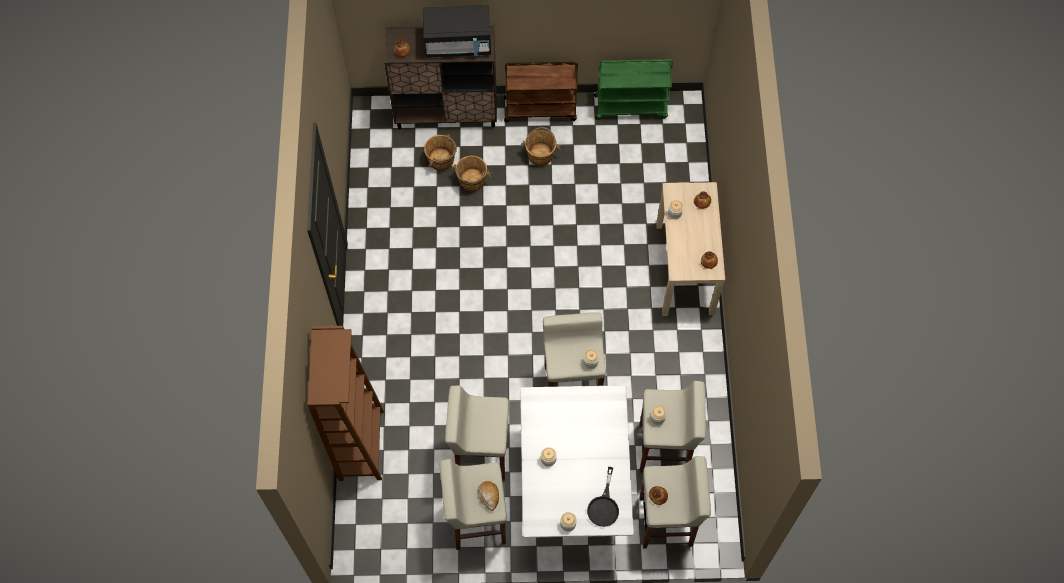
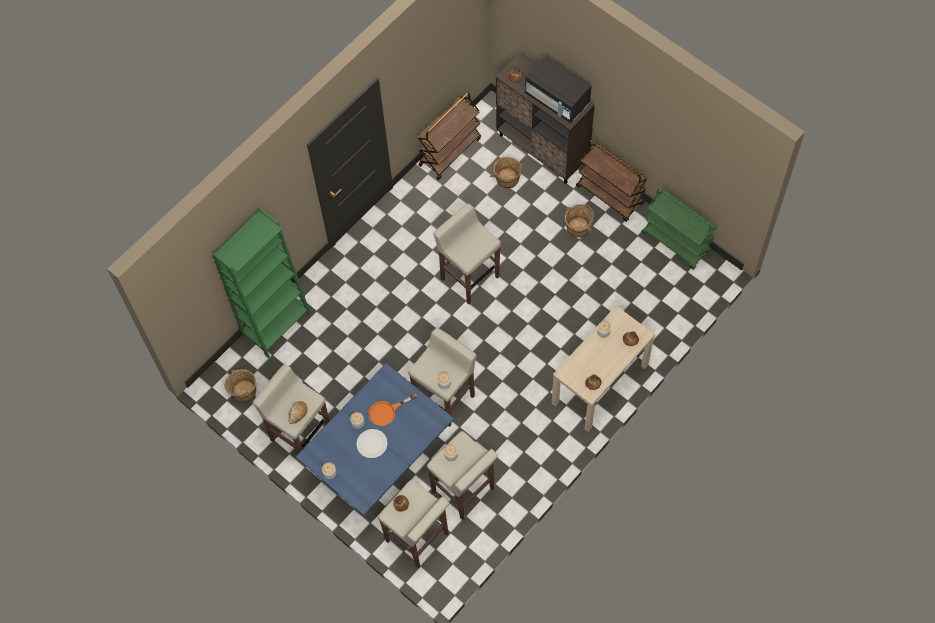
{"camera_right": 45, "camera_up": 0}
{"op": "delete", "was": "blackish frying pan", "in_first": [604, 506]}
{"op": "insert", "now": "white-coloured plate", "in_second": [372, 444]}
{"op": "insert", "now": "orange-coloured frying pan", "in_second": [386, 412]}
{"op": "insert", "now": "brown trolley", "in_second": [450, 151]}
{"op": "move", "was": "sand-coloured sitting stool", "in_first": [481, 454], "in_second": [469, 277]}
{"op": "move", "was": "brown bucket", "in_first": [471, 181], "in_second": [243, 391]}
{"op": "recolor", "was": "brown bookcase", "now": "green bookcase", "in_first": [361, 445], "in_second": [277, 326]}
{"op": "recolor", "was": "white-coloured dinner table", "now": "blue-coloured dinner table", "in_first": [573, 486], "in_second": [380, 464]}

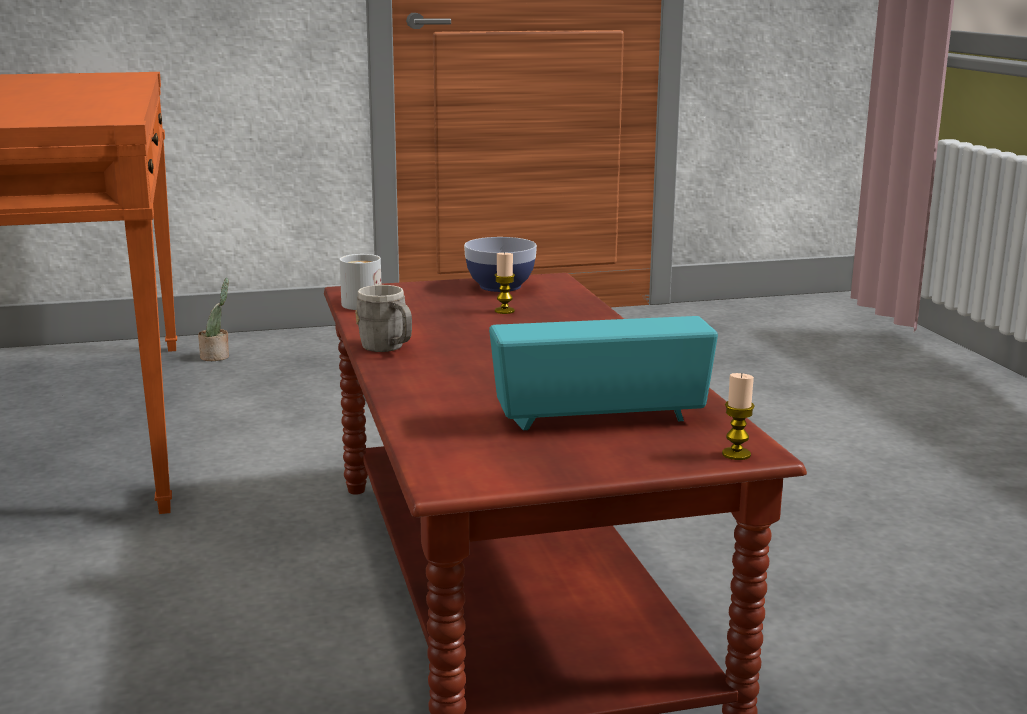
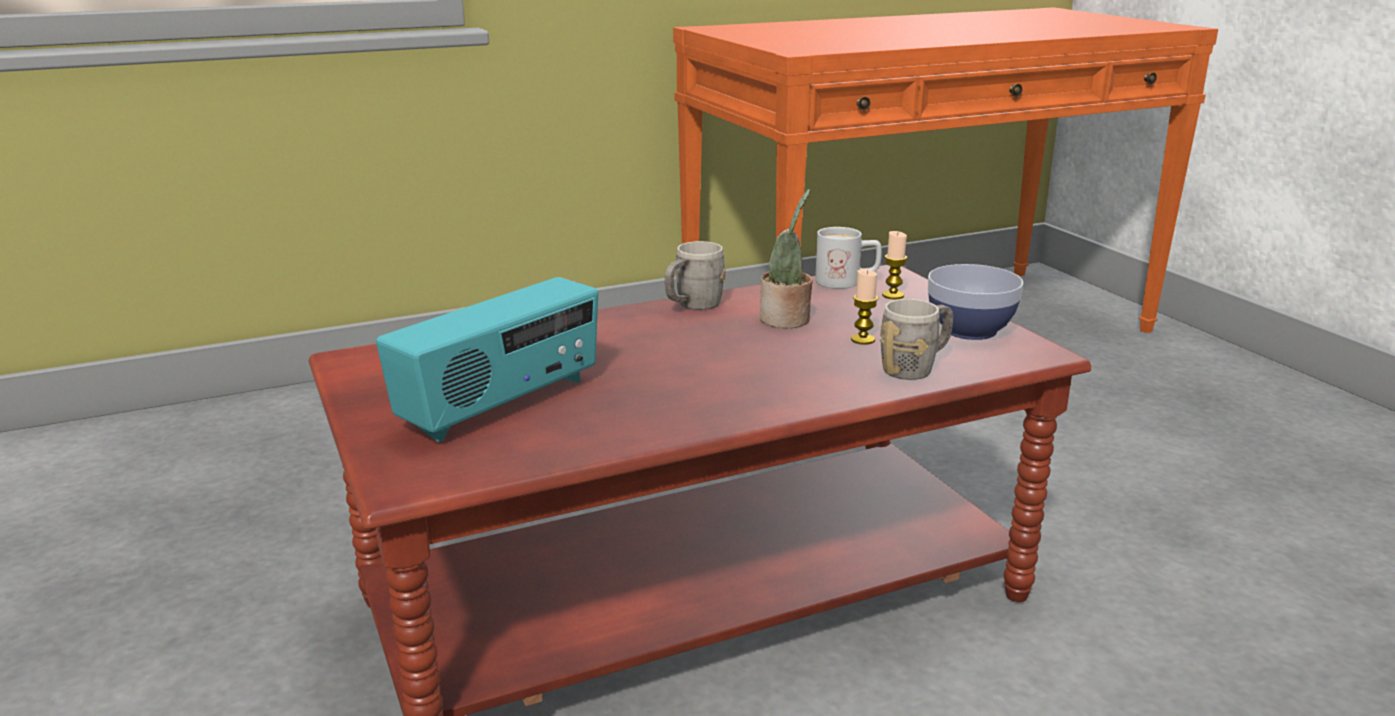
{"camera_right": 80, "camera_up": 5}
{"op": "insert", "now": "grey mug", "in_second": [915, 368]}
{"op": "move", "was": "houseplant", "in_first": [217, 356], "in_second": [787, 320]}
{"op": "move", "was": "wax candle", "in_first": [736, 454], "in_second": [893, 295]}
{"op": "rotate", "was": "radio", "in_first": [599, 418], "in_second": [502, 405], "clockwise": 60}

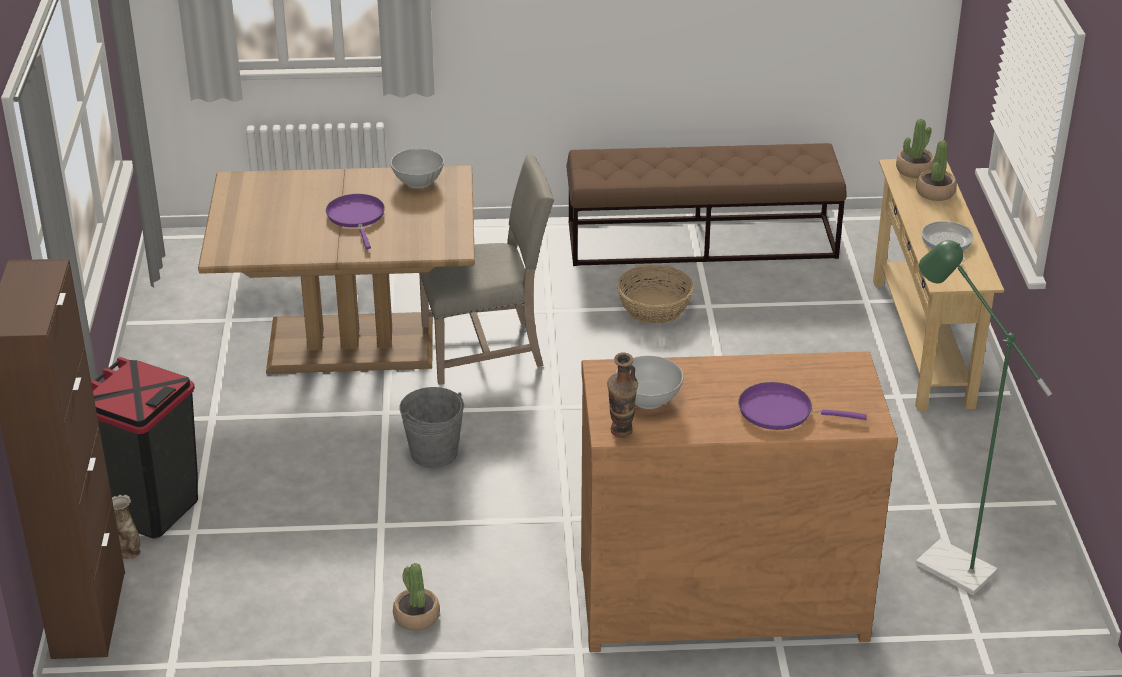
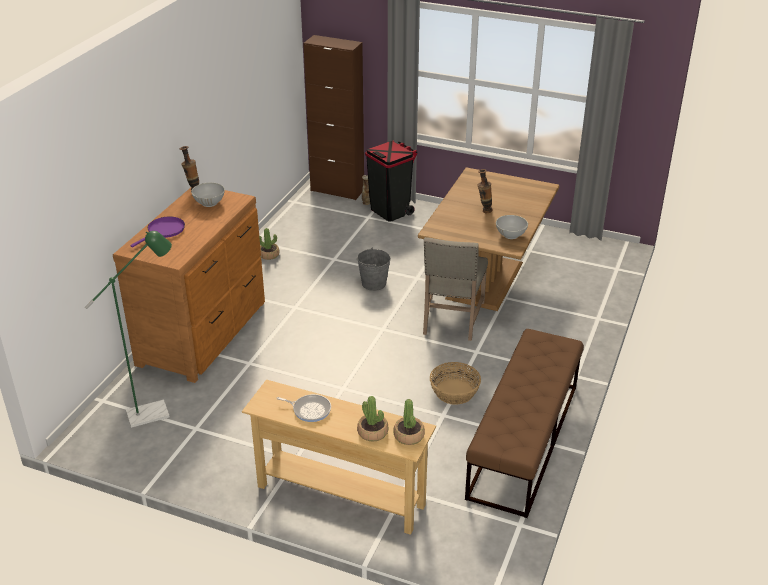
{"camera_right": 115, "camera_up": 0}
{"op": "replace", "was": "purple-coloured frying pan", "now": "decorative vase", "in_first": [356, 217], "in_second": [484, 211]}

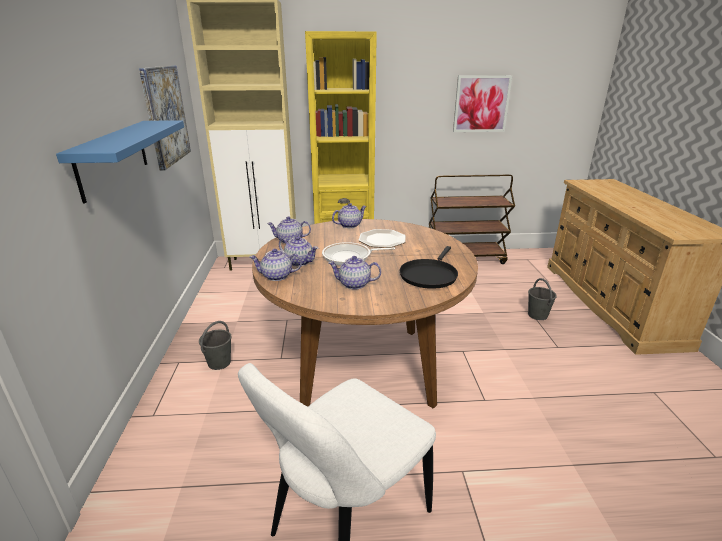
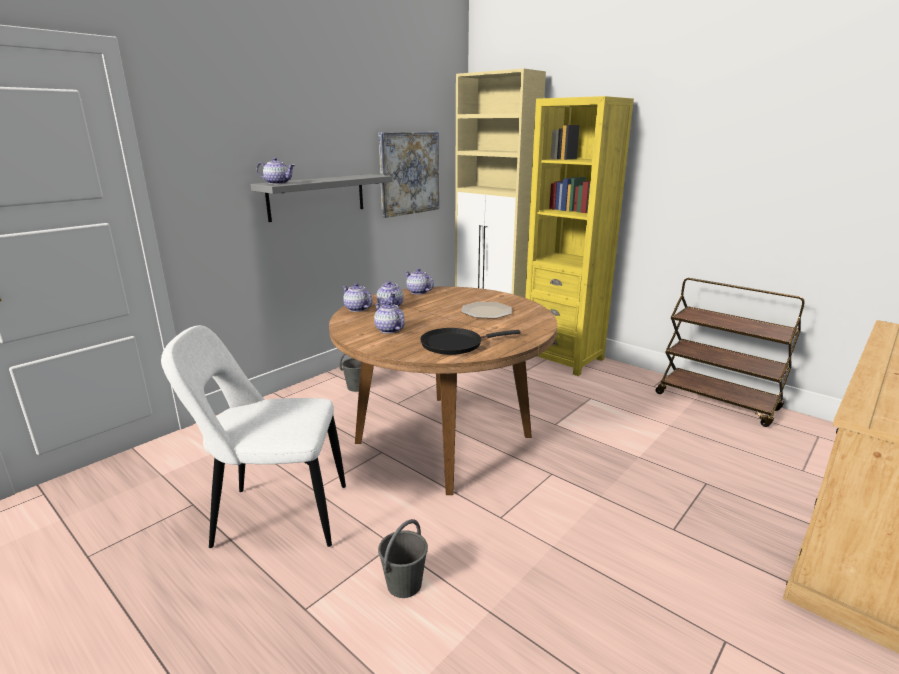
{"camera_right": 45, "camera_up": -5}
{"op": "delete", "was": "frying pan", "in_first": [349, 257]}
{"op": "delete", "was": "wall art", "in_first": [481, 104]}
{"op": "move", "was": "teapot", "in_first": [349, 225], "in_second": [278, 183]}
{"op": "move", "was": "grey bucket", "in_first": [537, 315], "in_second": [404, 585]}
{"op": "recolor", "was": "blue-coloured bracket shelf", "now": "grey bracket shelf", "in_first": [113, 158], "in_second": [317, 197]}

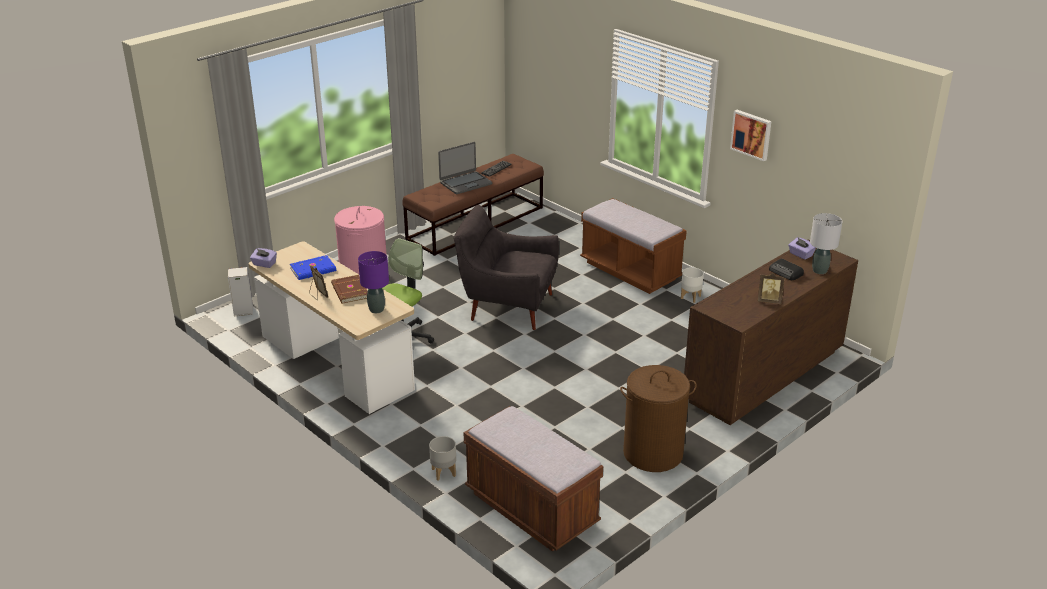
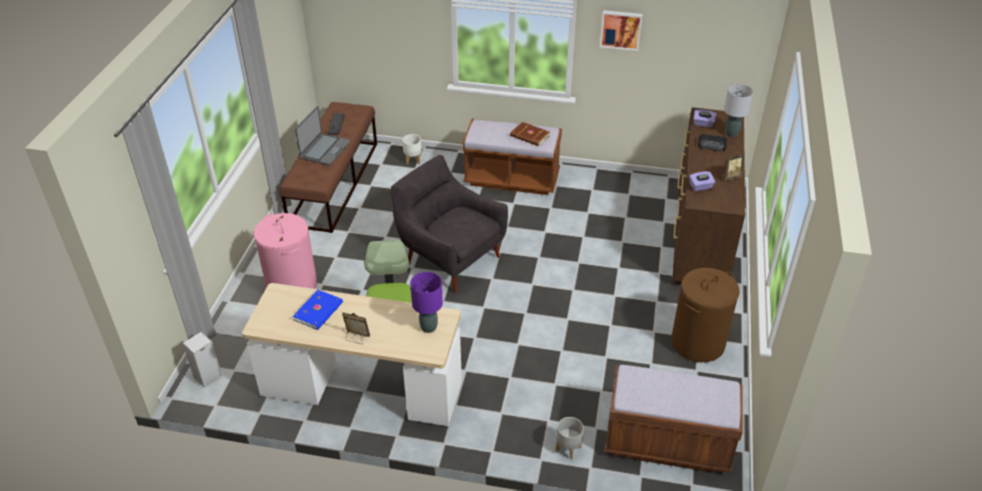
{"camera_right": -35, "camera_up": 10}
{"op": "move", "was": "purple-coloured tissue holder", "in_first": [264, 264], "in_second": [700, 187]}
{"op": "move", "was": "brown book", "in_first": [349, 291], "in_second": [529, 136]}
{"op": "move", "was": "white-coloured planter", "in_first": [690, 297], "in_second": [413, 160]}
{"op": "rotate", "was": "grey lounge chair", "in_first": [507, 306], "in_second": [450, 258], "clockwise": 60}

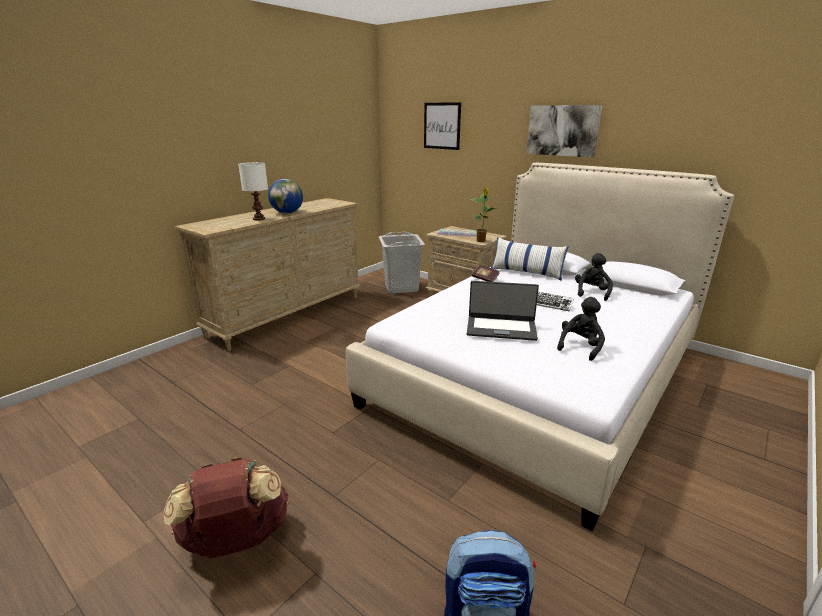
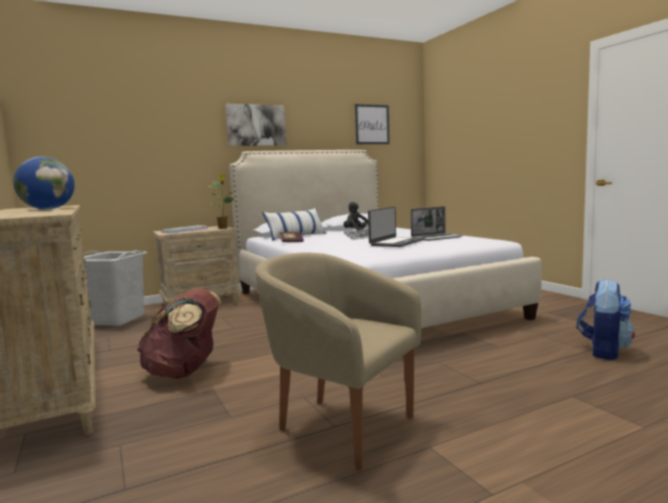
{"camera_right": -65, "camera_up": -15}
{"op": "delete", "was": "white-coloured tabletop lamp", "in_first": [259, 219]}
{"op": "insert", "now": "sand-coloured lounge chair", "in_second": [340, 426]}
{"op": "move", "was": "brown rucksack", "in_first": [237, 541], "in_second": [184, 372]}
{"op": "move", "was": "wall art", "in_first": [442, 126], "in_second": [372, 124]}
{"op": "replace", "was": "blackish plush toy", "now": "portable computer", "in_first": [580, 347], "in_second": [436, 238]}

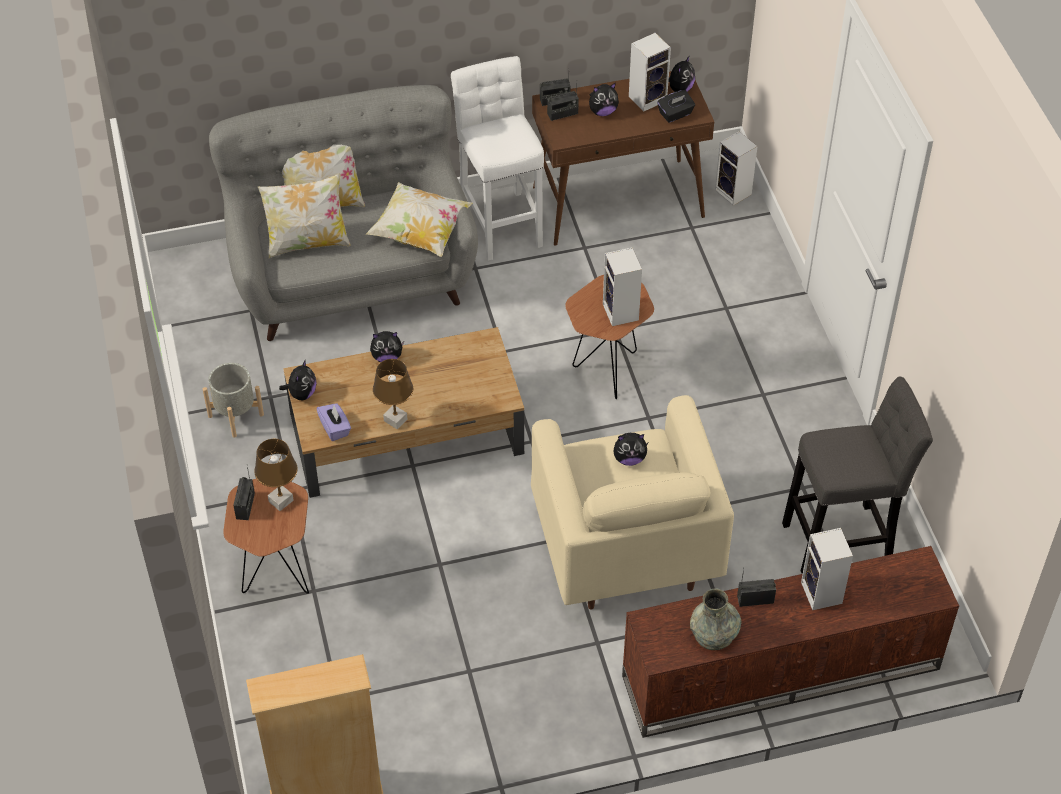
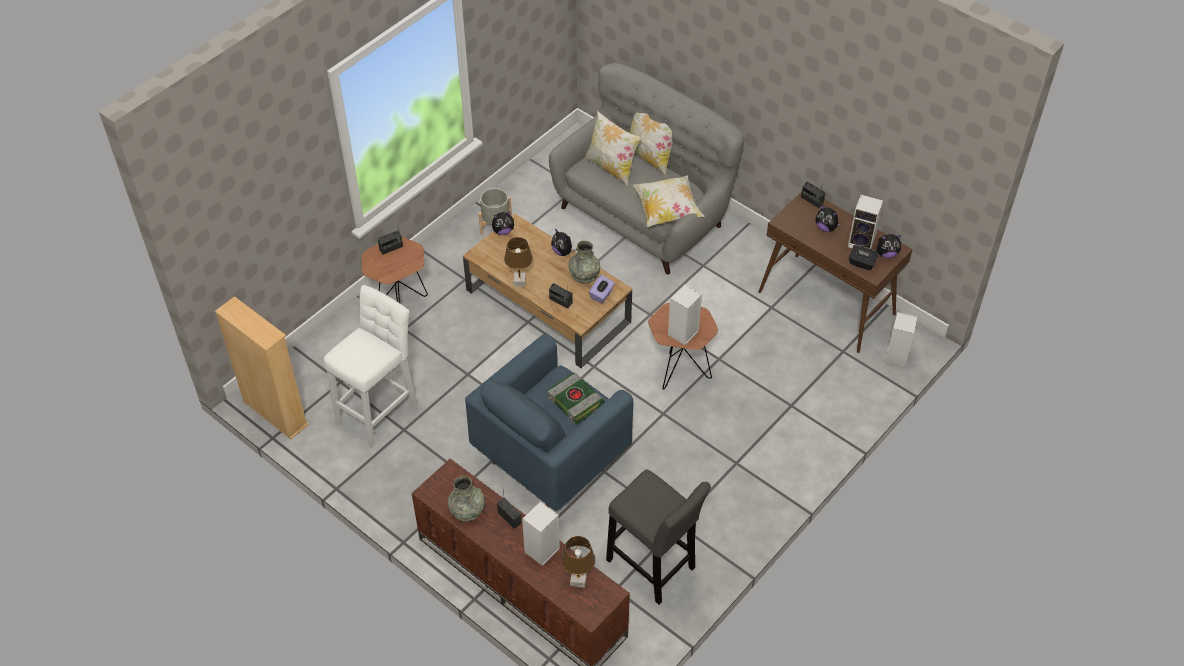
{"camera_right": 55, "camera_up": 0}
{"op": "insert", "now": "grey decorative vase", "in_second": [584, 274]}
{"op": "move", "was": "brown tabletop lamp", "in_first": [281, 500], "in_second": [578, 580]}
{"op": "move", "was": "purple-coloured tissue holder", "in_first": [335, 428], "in_second": [602, 295]}
{"op": "move", "was": "white-coloured sitting stool", "in_first": [501, 221], "in_second": [379, 411]}
{"op": "move", "was": "radio", "in_first": [562, 114], "in_second": [560, 301]}
{"op": "replace", "was": "plush toy", "now": "book", "in_first": [629, 458], "in_second": [576, 402]}
{"op": "recolor", "was": "sand-coloured lounge chair", "now": "blue-coloured lounge chair", "in_first": [625, 547], "in_second": [552, 455]}

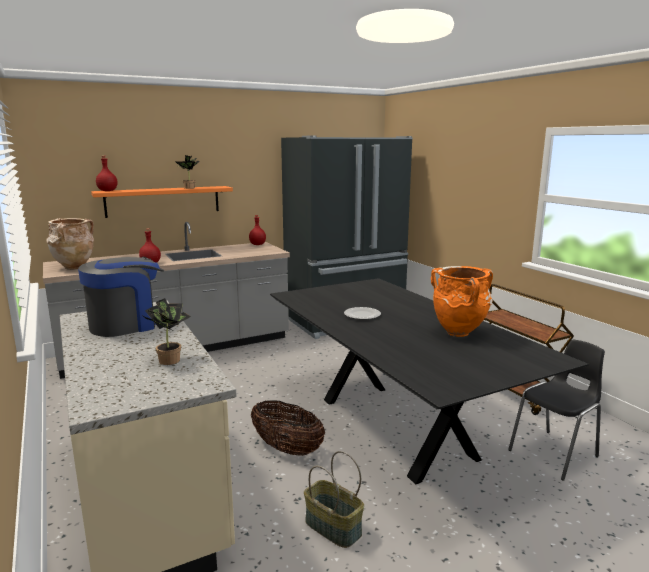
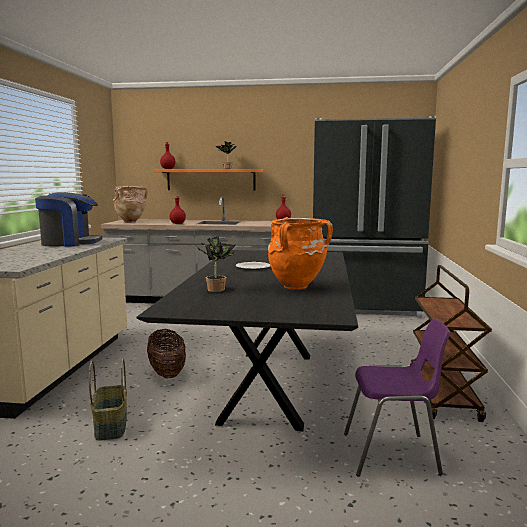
{"camera_right": 35, "camera_up": -5}
{"op": "move", "was": "houseplant", "in_first": [169, 359], "in_second": [217, 289]}
{"op": "recolor", "was": "blackish chair", "now": "purple-coloured chair", "in_first": [555, 453], "in_second": [393, 454]}

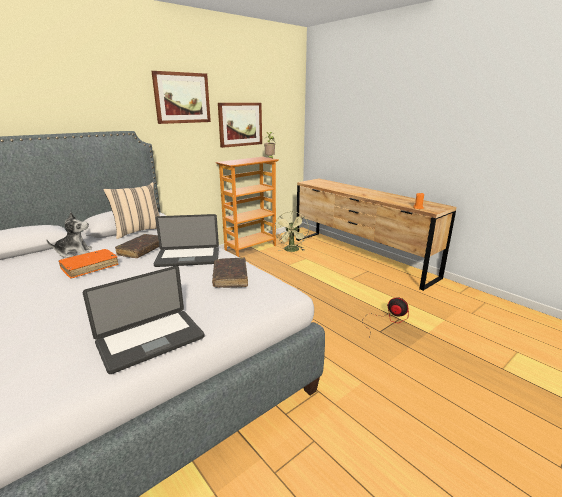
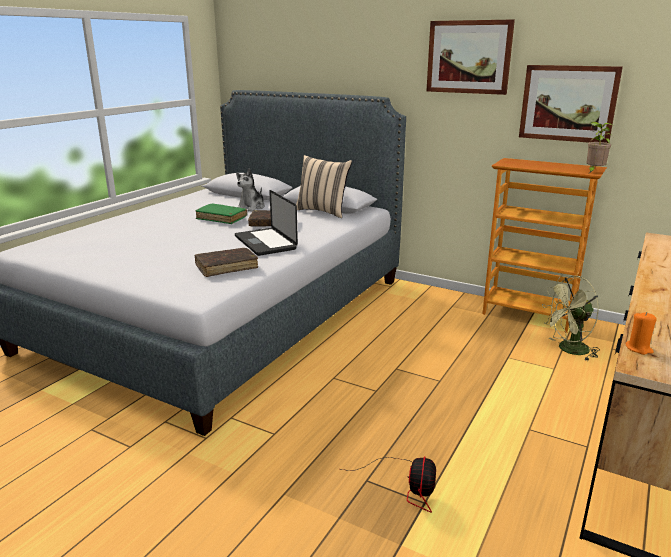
{"camera_right": 70, "camera_up": 0}
{"op": "delete", "was": "portable computer", "in_first": [151, 341]}
{"op": "recolor", "was": "orange-coloured book", "now": "green book", "in_first": [90, 267], "in_second": [221, 218]}
{"op": "rotate", "was": "plush toy", "in_first": [74, 252], "in_second": [251, 207], "clockwise": 60}

